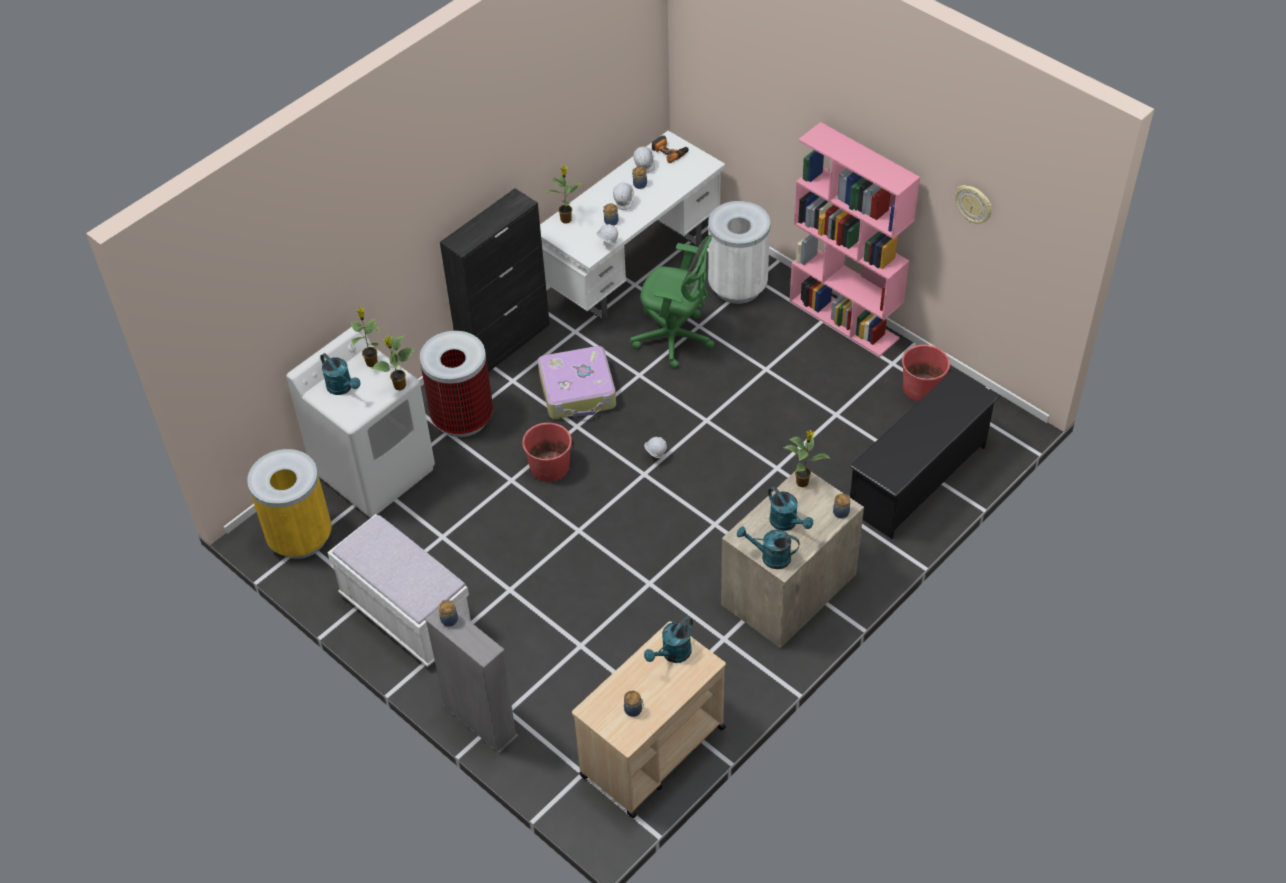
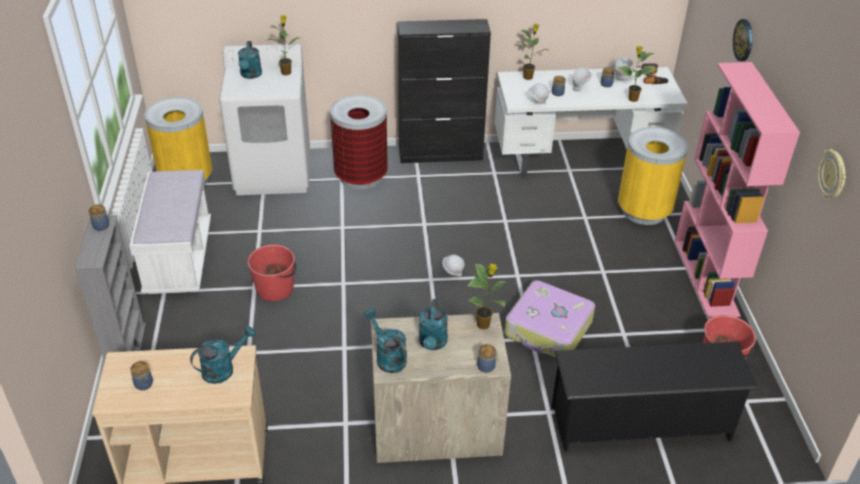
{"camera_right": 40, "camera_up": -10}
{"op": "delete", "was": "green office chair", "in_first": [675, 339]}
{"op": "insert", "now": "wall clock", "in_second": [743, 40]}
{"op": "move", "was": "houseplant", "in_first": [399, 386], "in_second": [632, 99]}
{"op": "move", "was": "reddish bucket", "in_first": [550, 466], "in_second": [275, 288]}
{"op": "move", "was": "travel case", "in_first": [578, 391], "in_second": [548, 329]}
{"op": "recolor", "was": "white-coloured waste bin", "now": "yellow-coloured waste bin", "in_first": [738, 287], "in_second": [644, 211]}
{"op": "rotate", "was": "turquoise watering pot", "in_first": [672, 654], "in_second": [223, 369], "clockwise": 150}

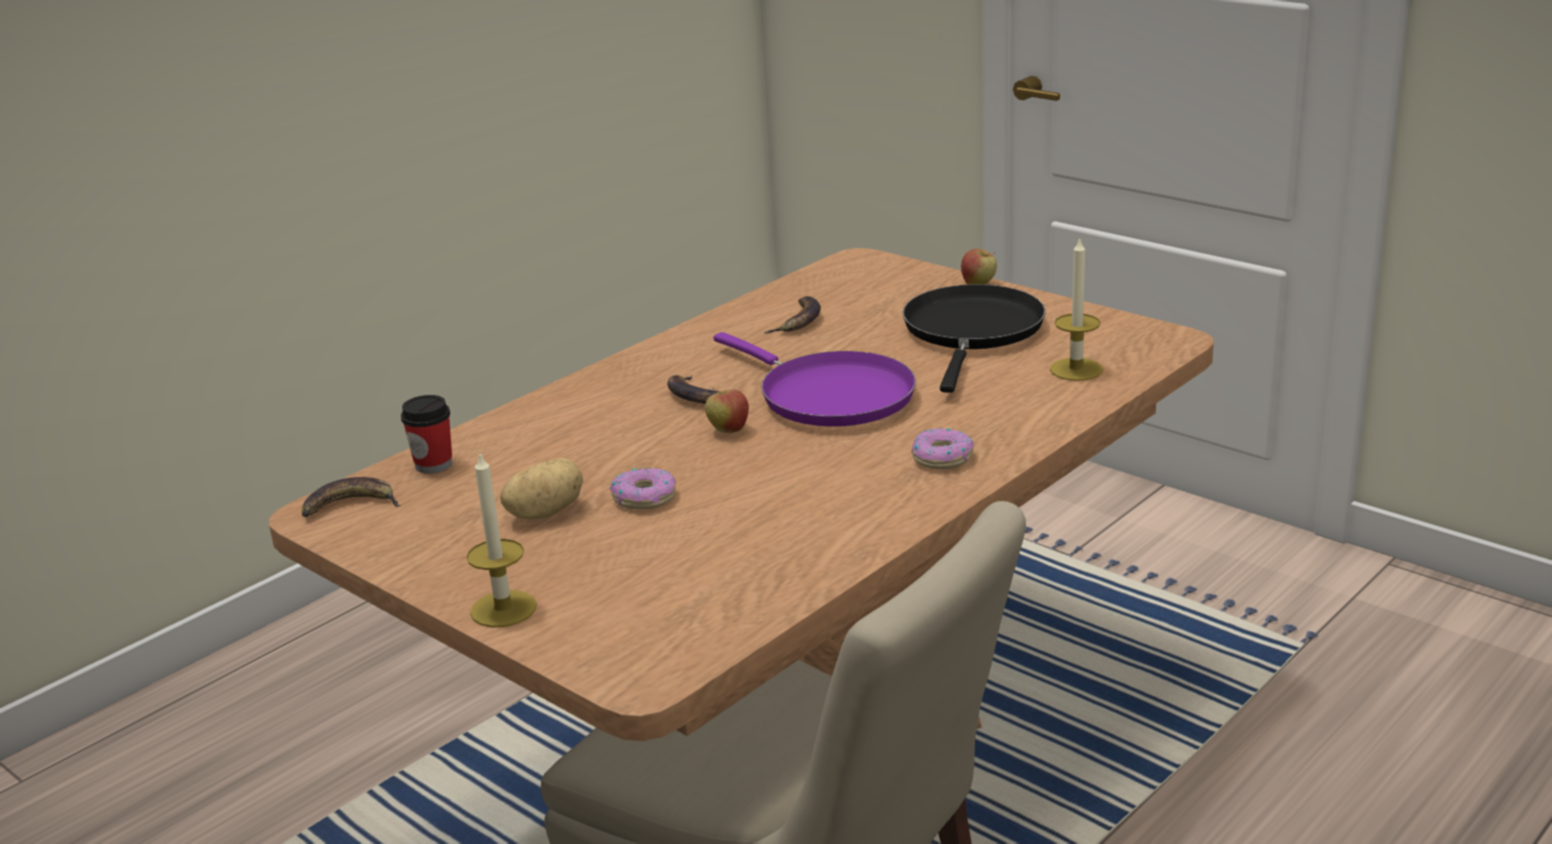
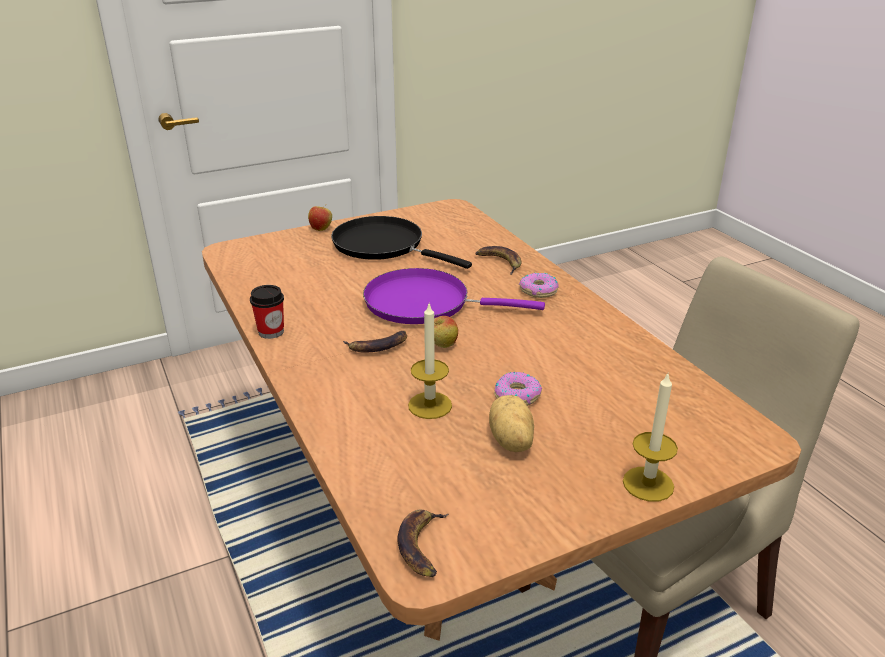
{"camera_right": -70, "camera_up": 5}
{"op": "move", "was": "drinking cup", "in_first": [433, 464], "in_second": [271, 332]}
{"op": "move", "was": "banana fruit", "in_first": [798, 321], "in_second": [499, 262]}
{"op": "move", "was": "wax candle", "in_first": [1076, 369], "in_second": [430, 405]}
{"op": "rotate", "was": "purple-coloured frying pan", "in_first": [829, 395], "in_second": [424, 303], "clockwise": -150}

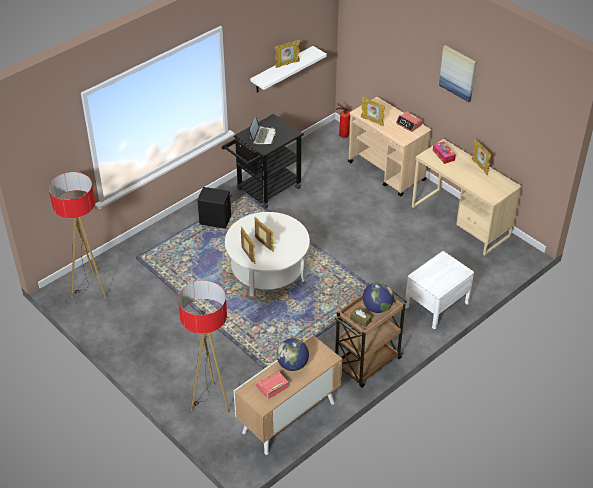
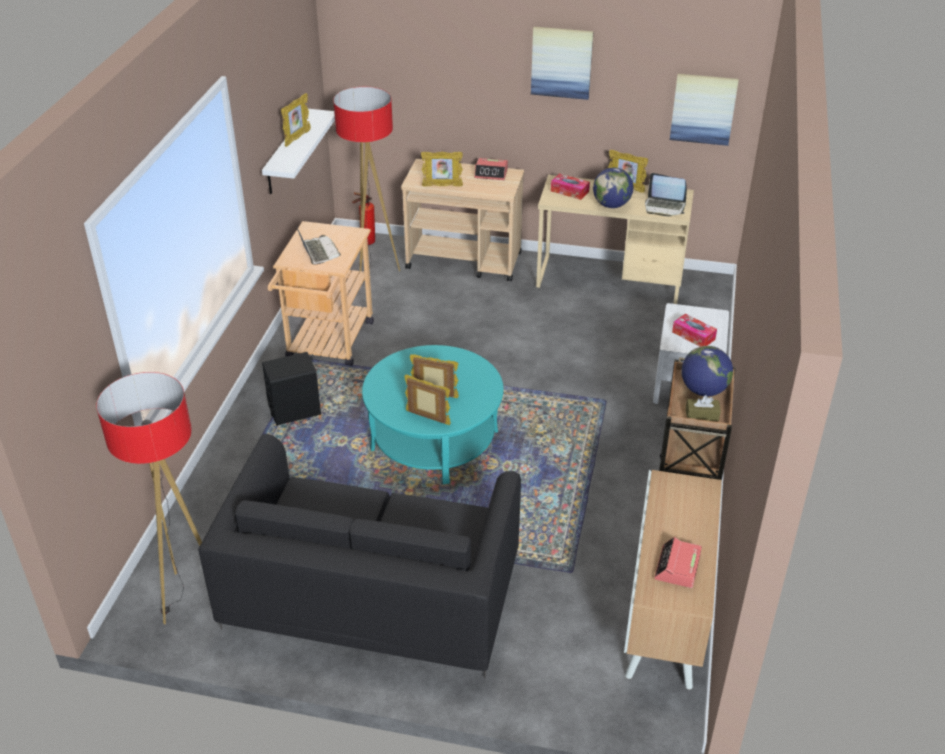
{"camera_right": -35, "camera_up": -5}
{"op": "insert", "now": "blackish sofa", "in_second": [371, 594]}
{"op": "insert", "now": "portable computer", "in_second": [664, 207]}
{"op": "insert", "now": "wall art", "in_second": [703, 109]}
{"op": "insert", "now": "tissue holder", "in_second": [693, 336]}
{"op": "move", "was": "standard lamp", "in_first": [211, 402], "in_second": [373, 271]}
{"op": "move", "was": "globe", "in_first": [292, 365], "in_second": [611, 205]}
{"op": "recolor", "was": "blackish trolley", "now": "sand-coloured trolley", "in_first": [264, 190], "in_second": [328, 345]}
{"op": "recolor", "was": "white-coloured low table", "now": "turquoise low table", "in_first": [267, 270], "in_second": [434, 440]}

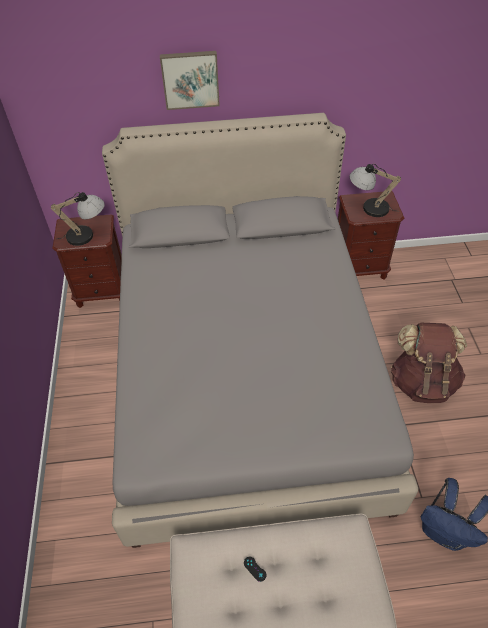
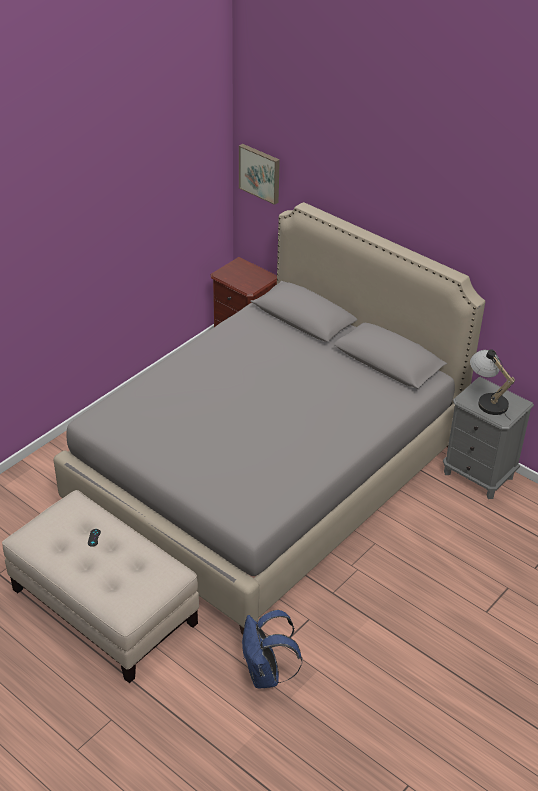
{"camera_right": 45, "camera_up": -10}
{"op": "delete", "was": "tabletop lamp", "in_first": [87, 235]}
{"op": "delete", "was": "brown rucksack", "in_first": [422, 382]}
{"op": "move", "was": "wall art", "in_first": [190, 79], "in_second": [260, 173]}
{"op": "recolor", "was": "brown night table", "now": "grey night table", "in_first": [359, 268], "in_second": [478, 475]}

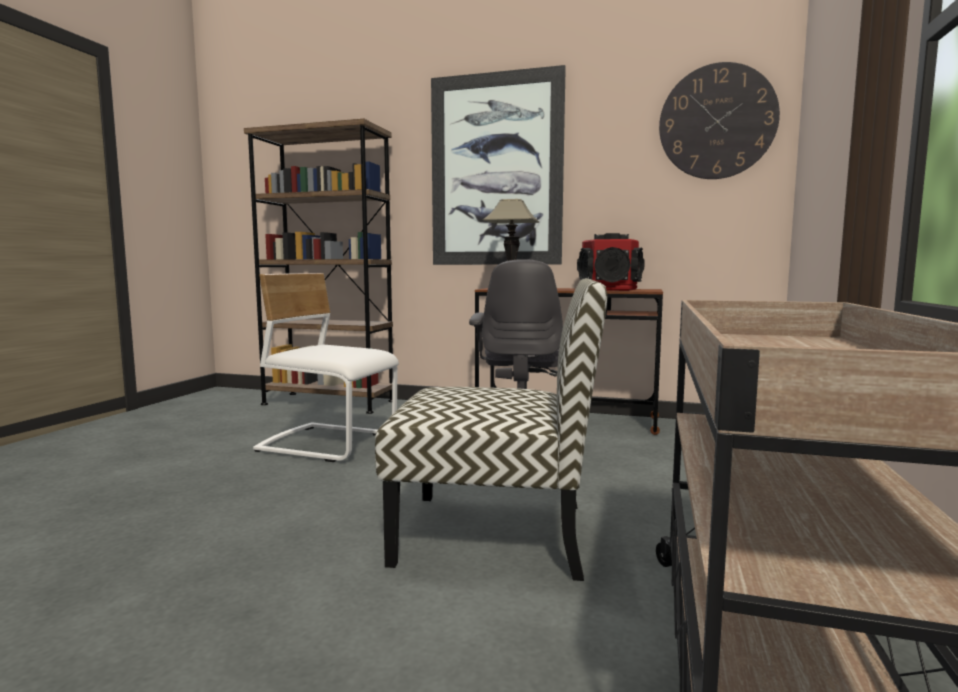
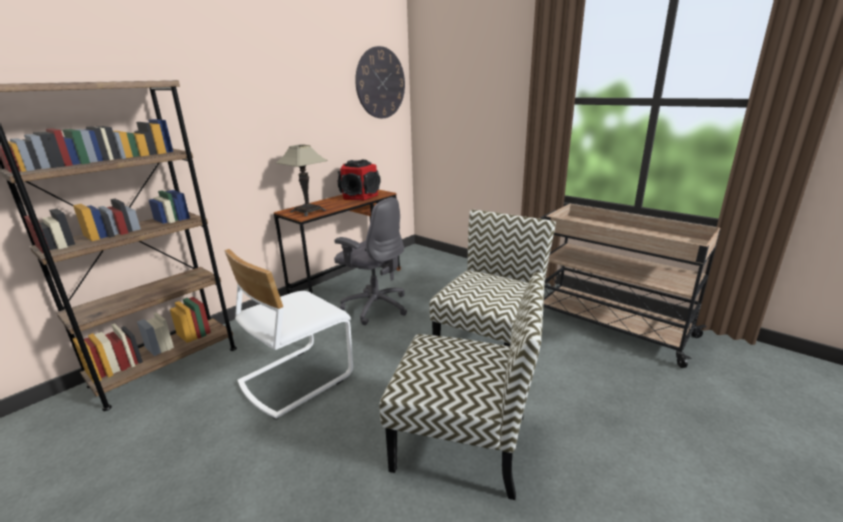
{"camera_right": -65, "camera_up": 15}
{"op": "delete", "was": "wall art", "in_first": [496, 170]}
{"op": "insert", "now": "chair", "in_second": [464, 441]}

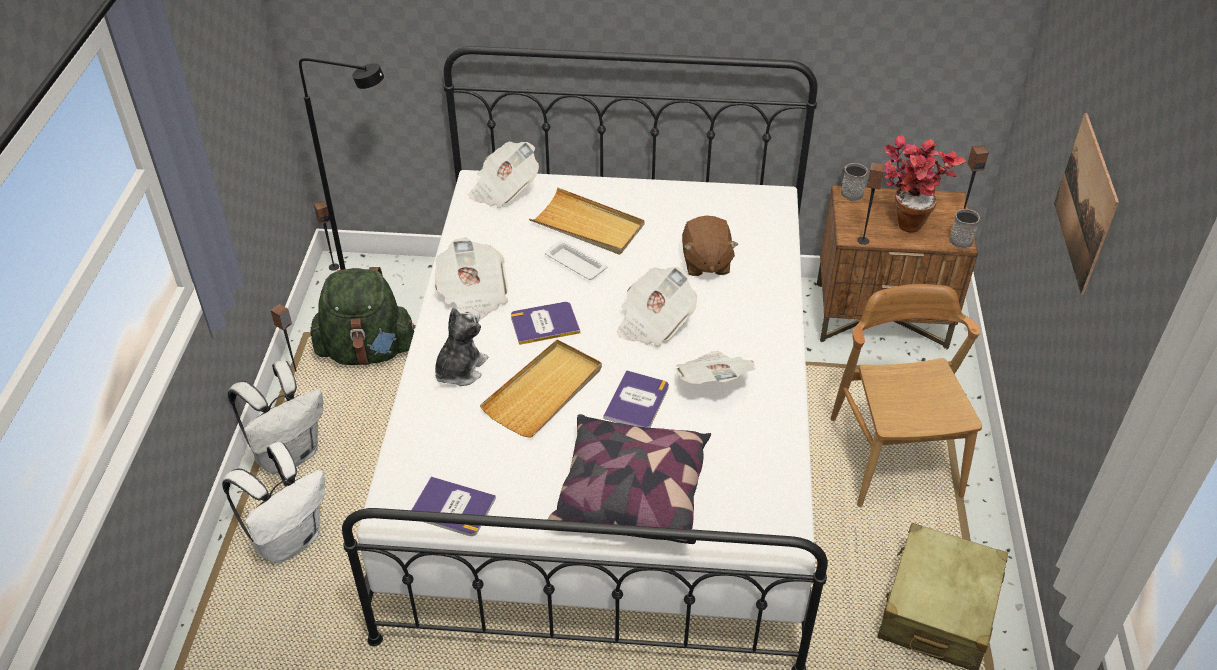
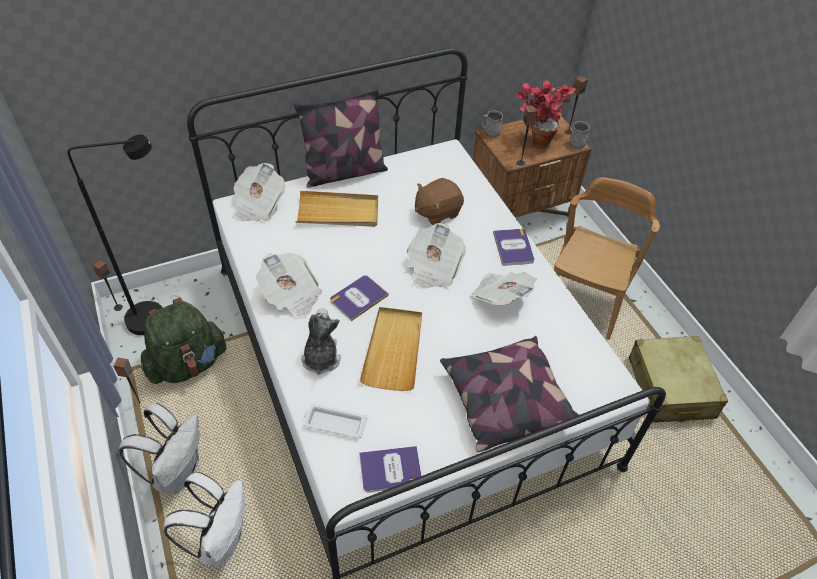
{"camera_right": -30, "camera_up": 5}
{"op": "delete", "was": "wall art", "in_first": [1085, 203]}
{"op": "insert", "now": "cushion", "in_second": [344, 172]}
{"op": "move", "was": "white-coloured tray", "in_first": [574, 263], "in_second": [334, 423]}
{"op": "move", "was": "book", "in_first": [637, 401], "in_second": [513, 247]}
{"op": "rotate", "was": "brown plush toy", "in_first": [706, 262], "in_second": [437, 212], "clockwise": 90}
{"op": "rotate", "was": "brown chair", "in_first": [894, 456], "in_second": [585, 299], "clockwise": 60}

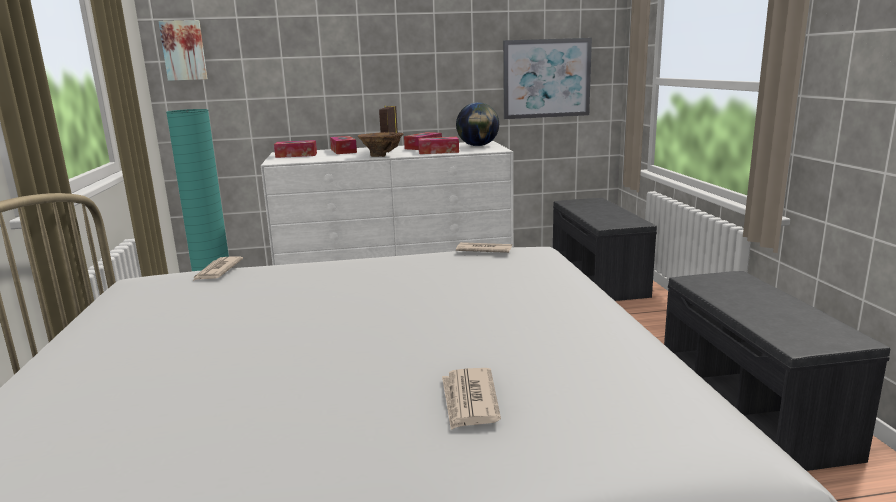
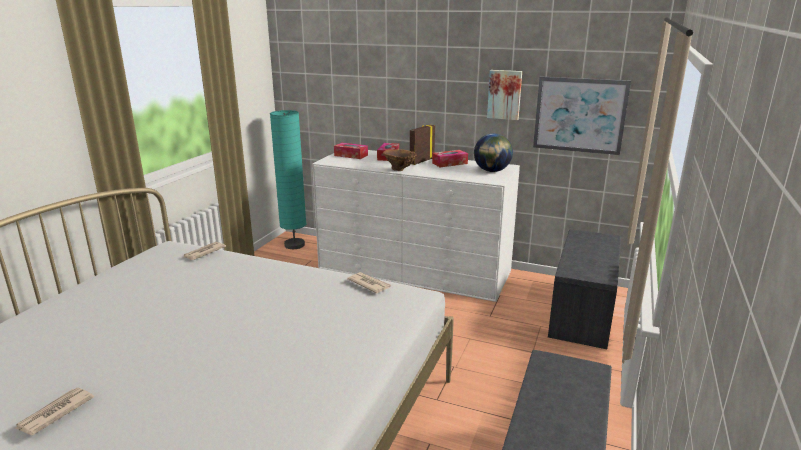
{"camera_right": 30, "camera_up": 5}
{"op": "delete", "was": "tissue holder", "in_first": [438, 152]}
{"op": "move", "was": "wall art", "in_first": [184, 50], "in_second": [504, 94]}
{"op": "move", "was": "daily paper", "in_first": [469, 401], "in_second": [54, 413]}

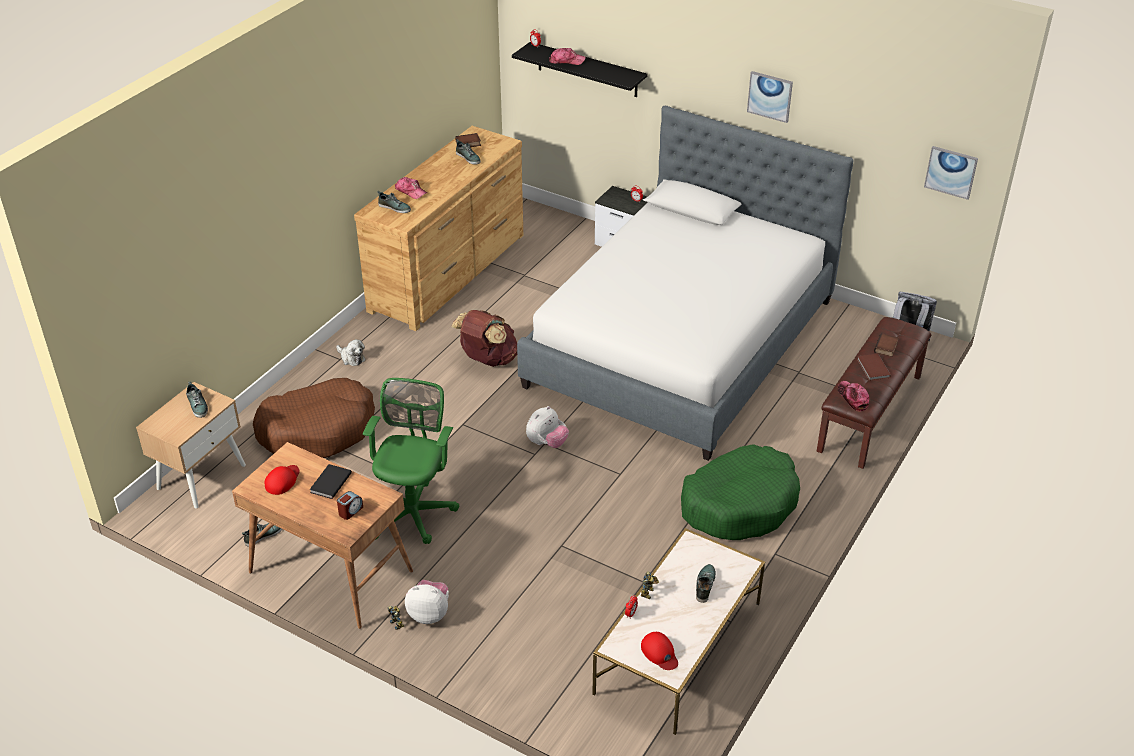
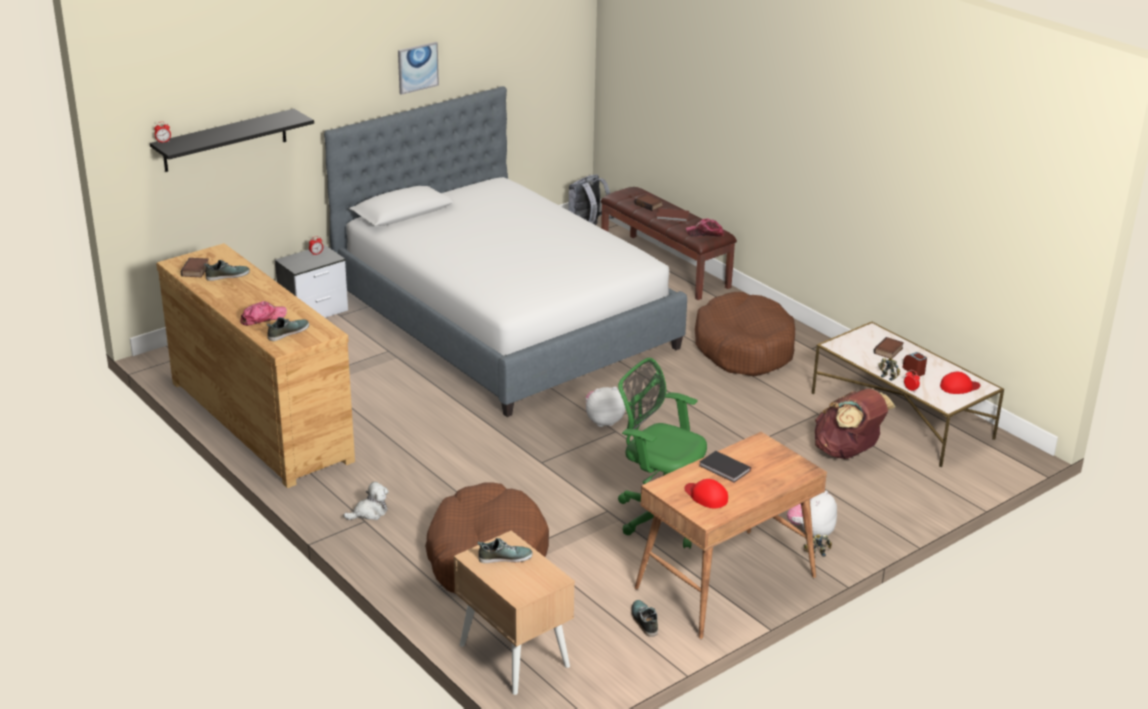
{"camera_right": -70, "camera_up": -10}
{"op": "delete", "was": "baseball cap", "in_first": [566, 61]}
{"op": "delete", "was": "wall art", "in_first": [951, 172]}
{"op": "move", "was": "bedside clock", "in_first": [350, 511], "in_second": [914, 371]}
{"op": "move", "was": "brown rucksack", "in_first": [488, 360], "in_second": [847, 452]}
{"op": "replace", "was": "shoe", "now": "book", "in_first": [704, 585], "in_second": [889, 351]}
{"op": "recolor", "was": "green dog bed", "now": "brown dog bed", "in_first": [739, 504], "in_second": [744, 348]}
{"op": "rotate", "was": "plush toy", "in_first": [547, 443], "in_second": [603, 421], "clockwise": -75}

